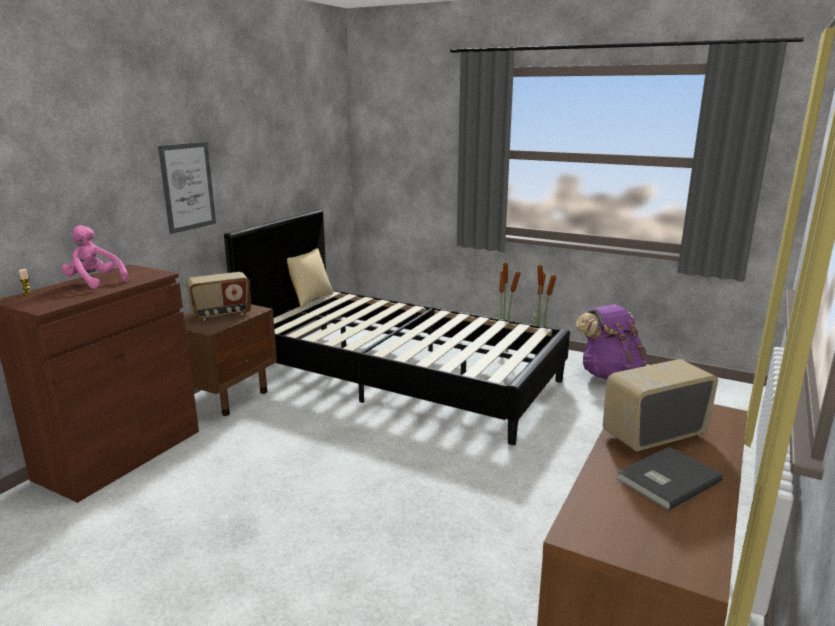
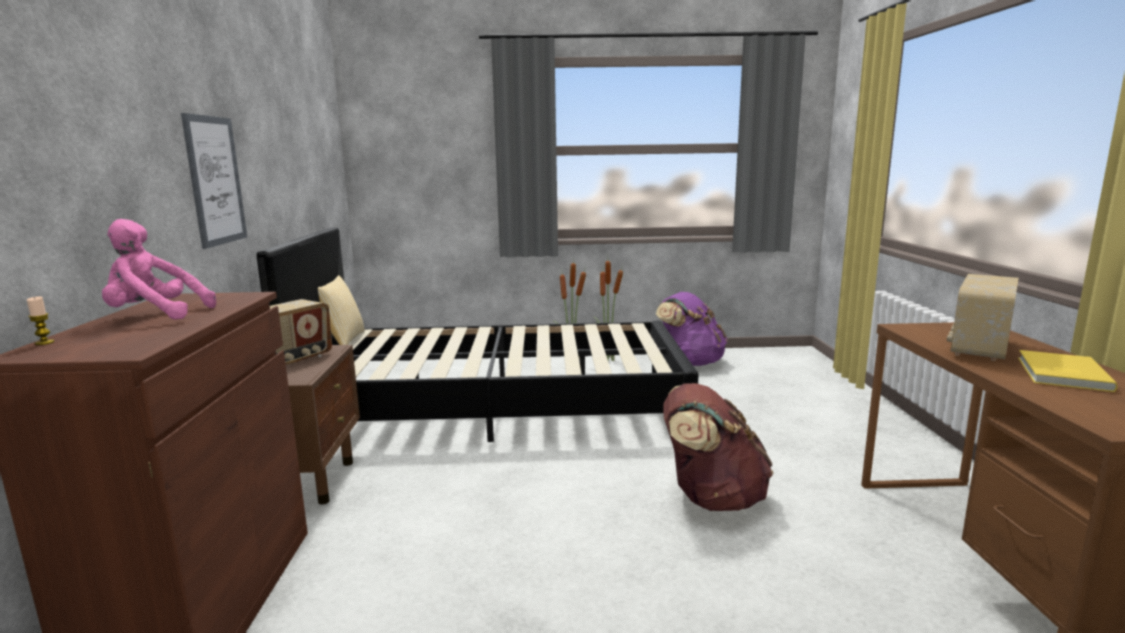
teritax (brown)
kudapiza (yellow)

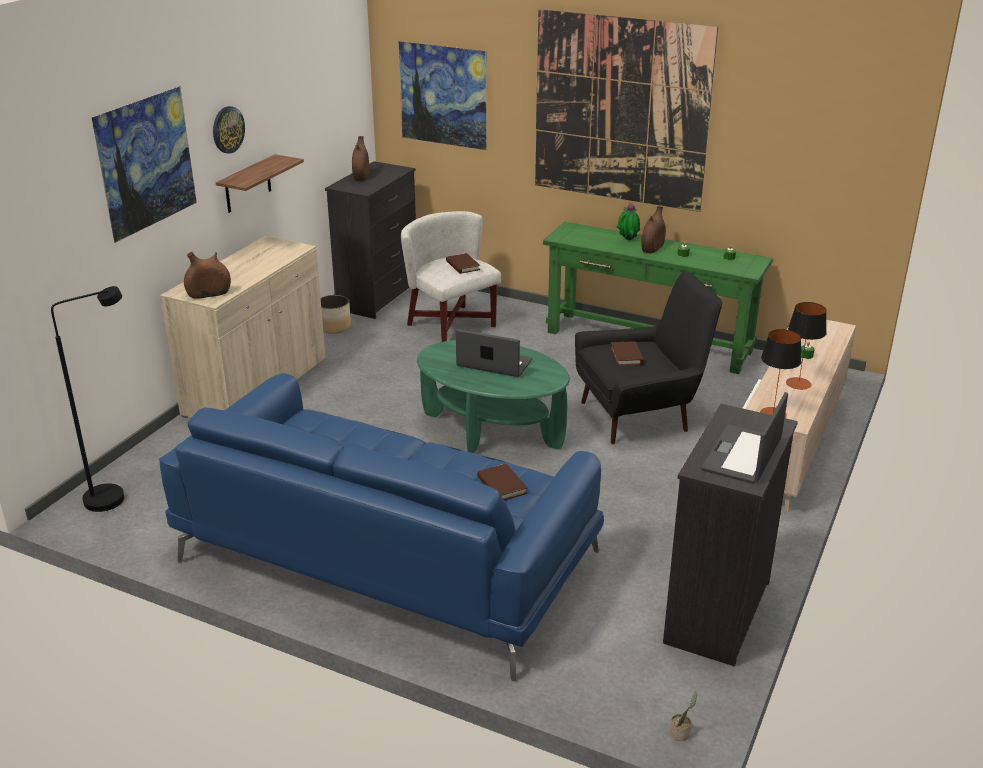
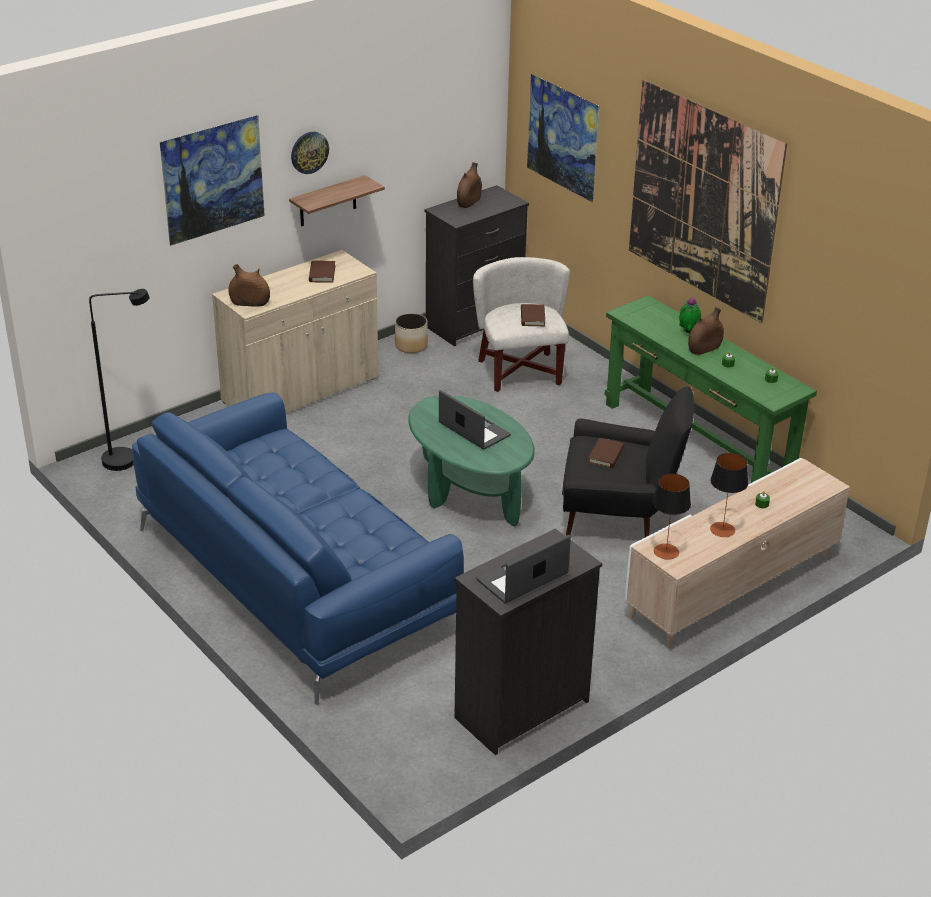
kudapiza (brown) (1st from left)
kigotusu (2nd from left in the first image)

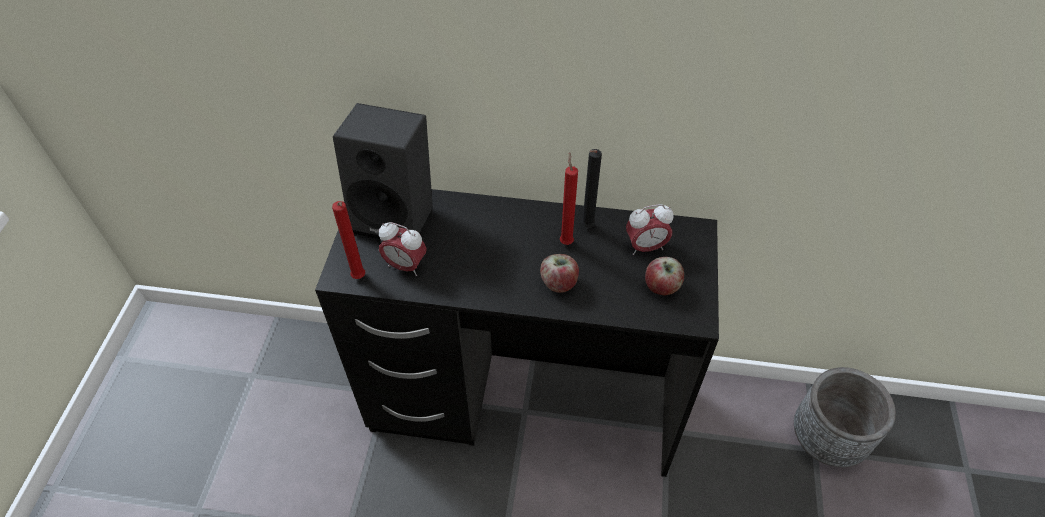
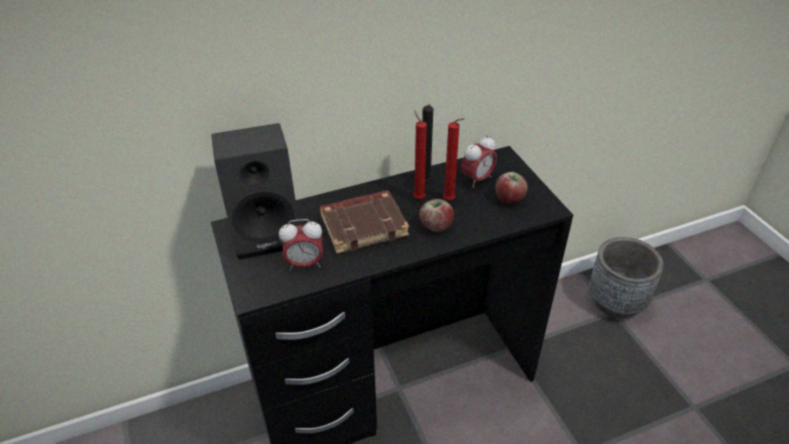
kudapiza (brown)
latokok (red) (2nd from left)

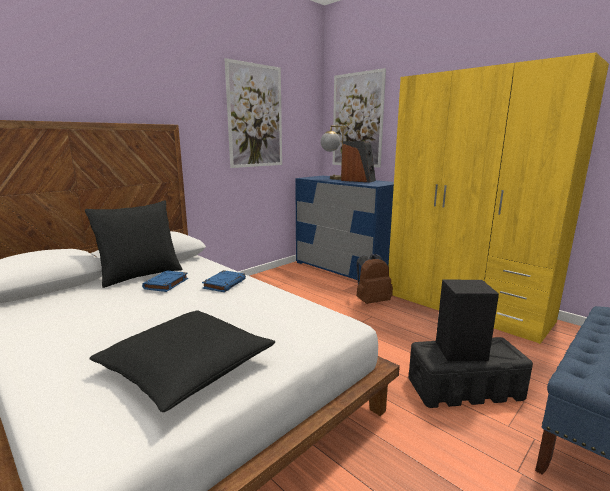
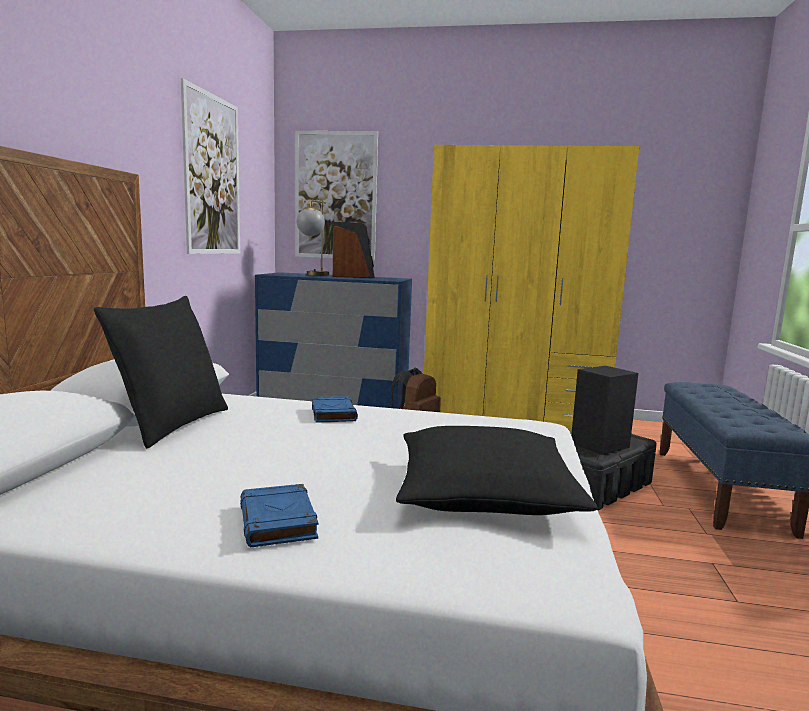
kudapiza (blue) (1st from left)

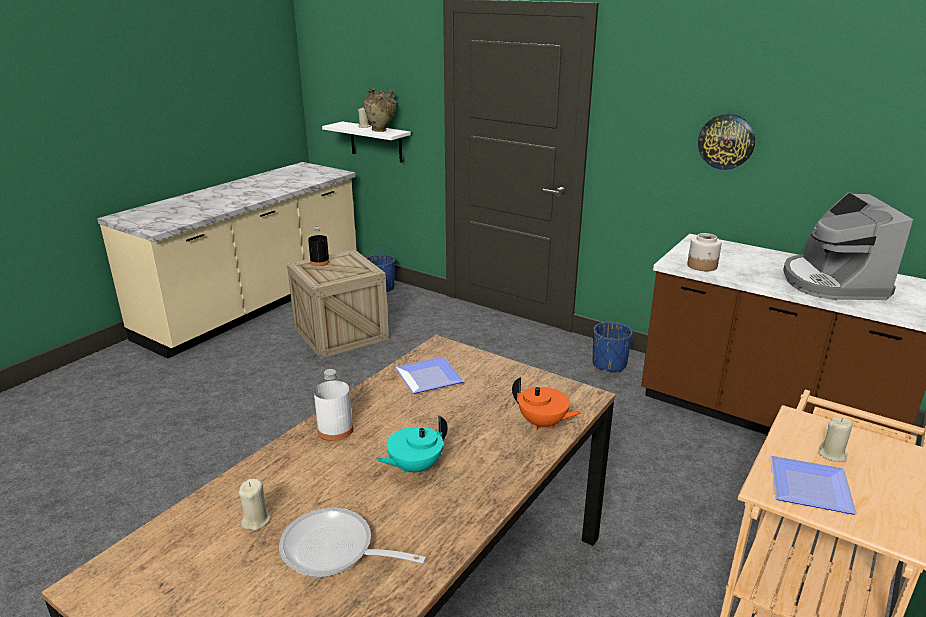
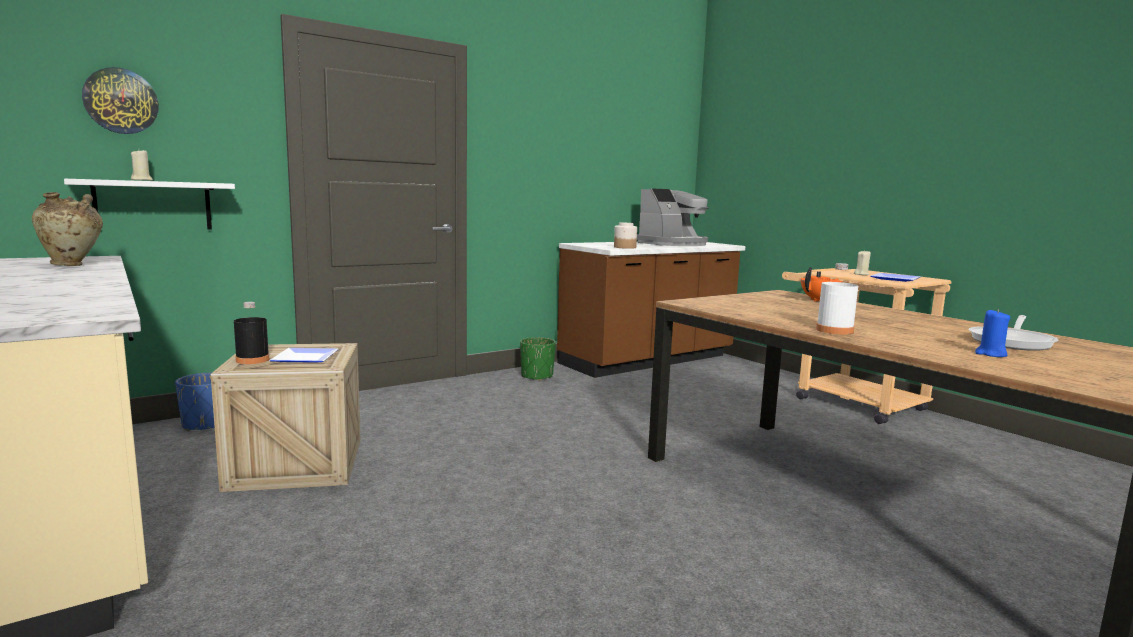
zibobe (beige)
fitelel
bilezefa (1st from left)
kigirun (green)
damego
latokok (blue)
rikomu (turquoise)

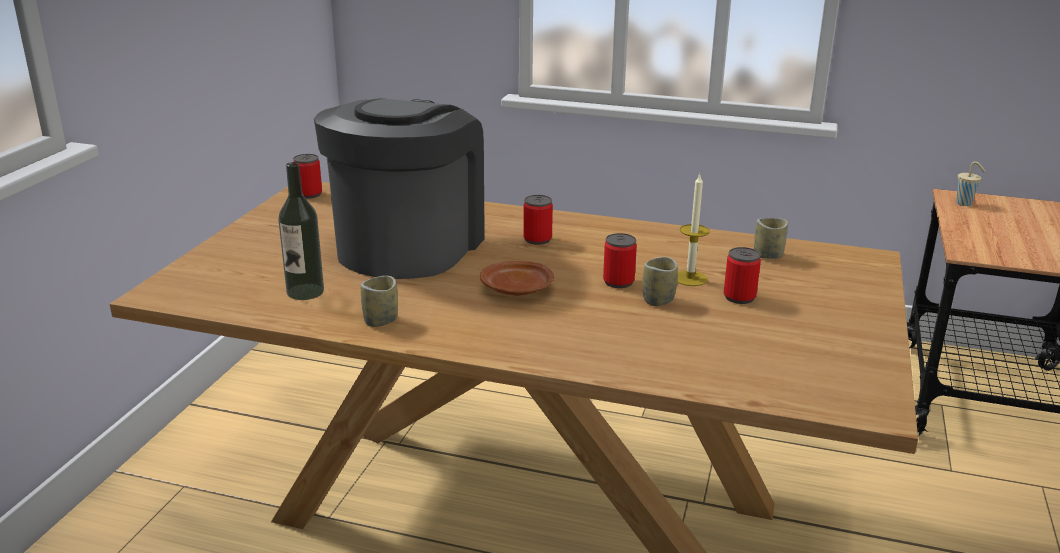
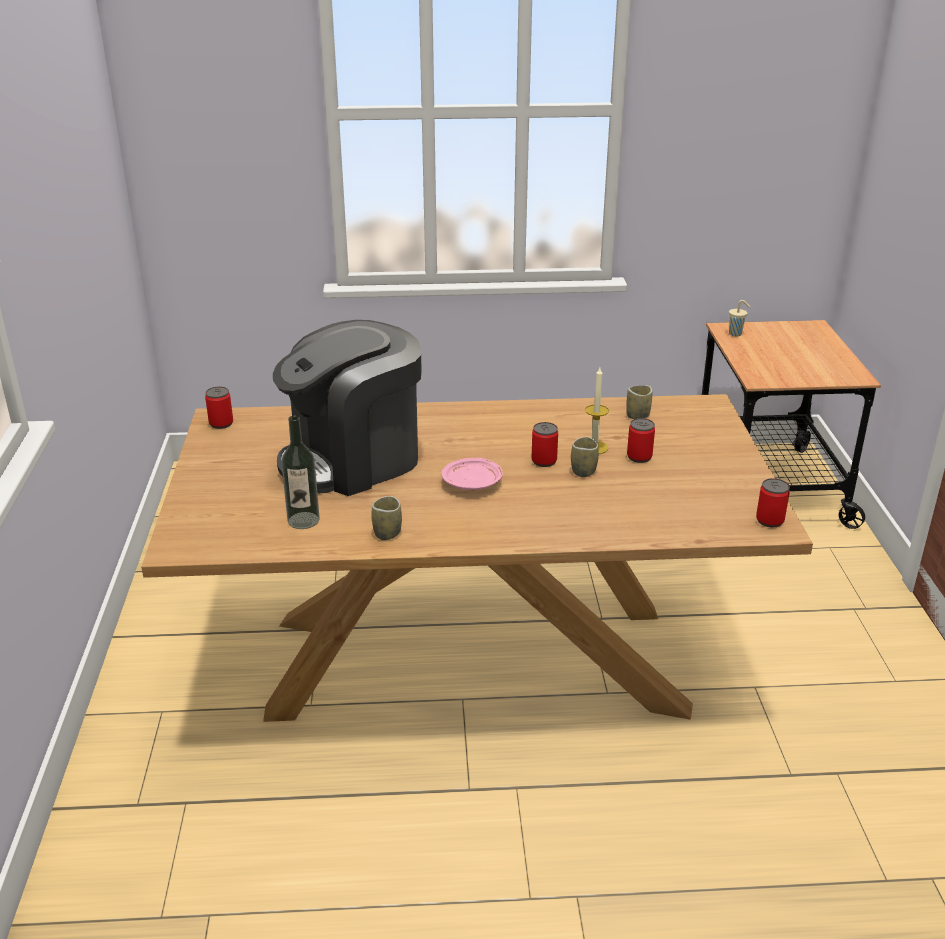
damego
bilezefa (pink)
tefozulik (4th from left)

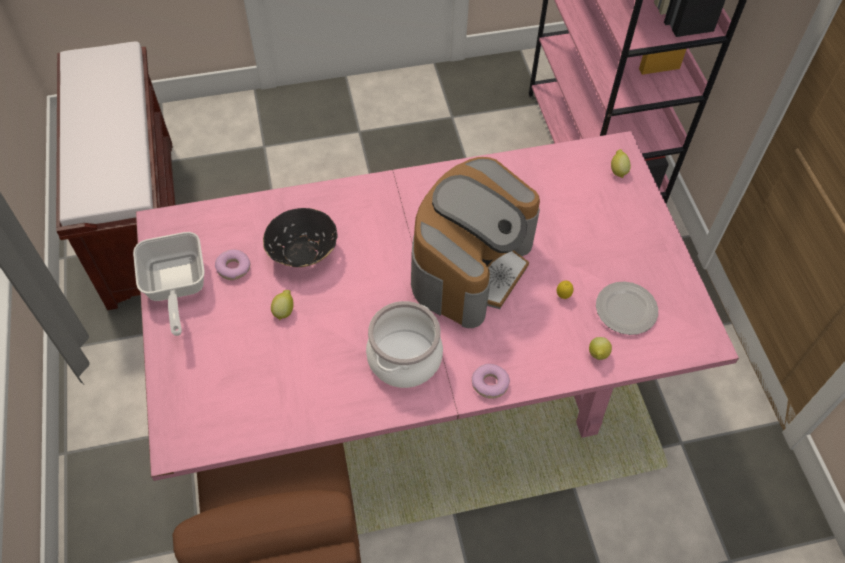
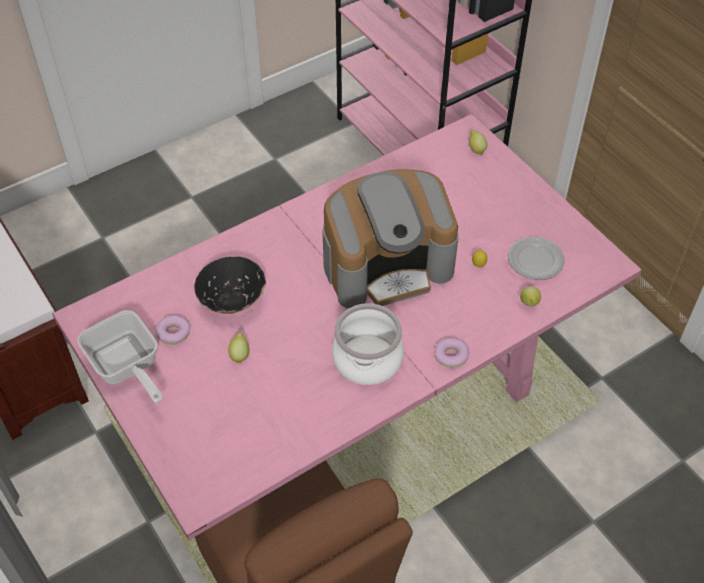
damego

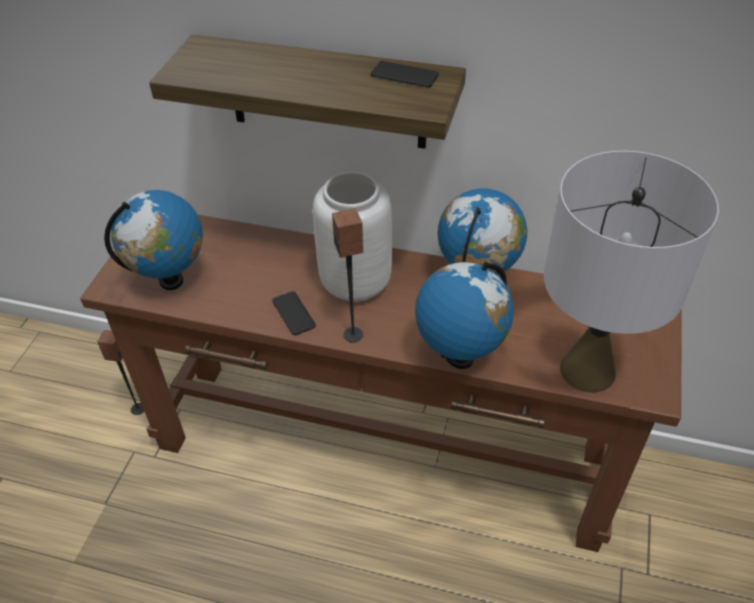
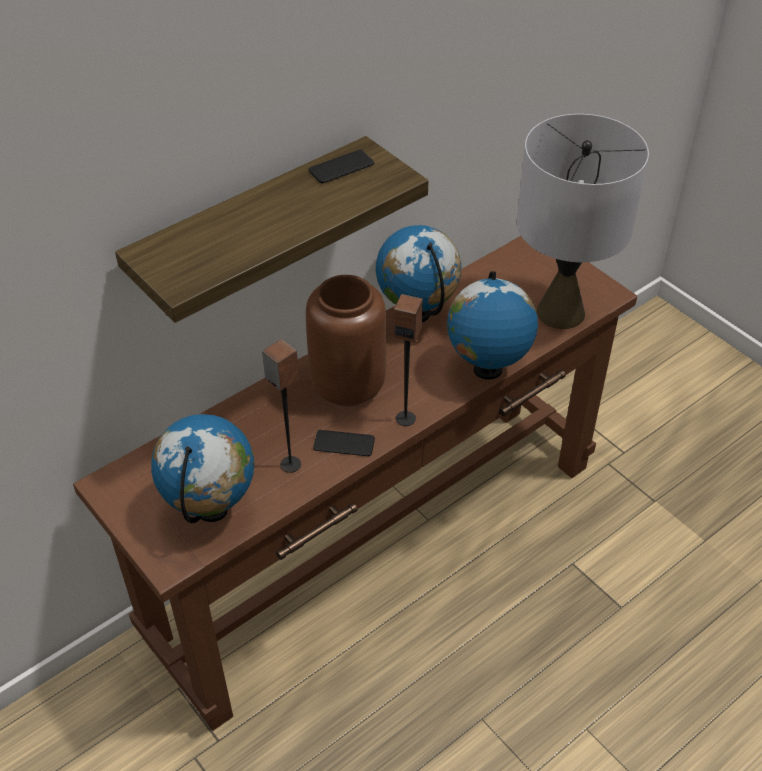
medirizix (1st from left)
zibobe (brown)

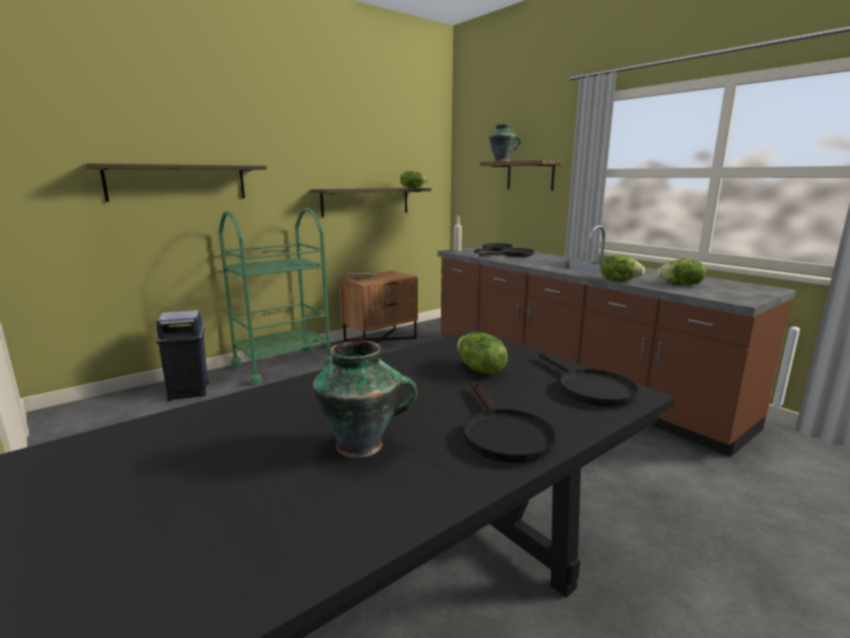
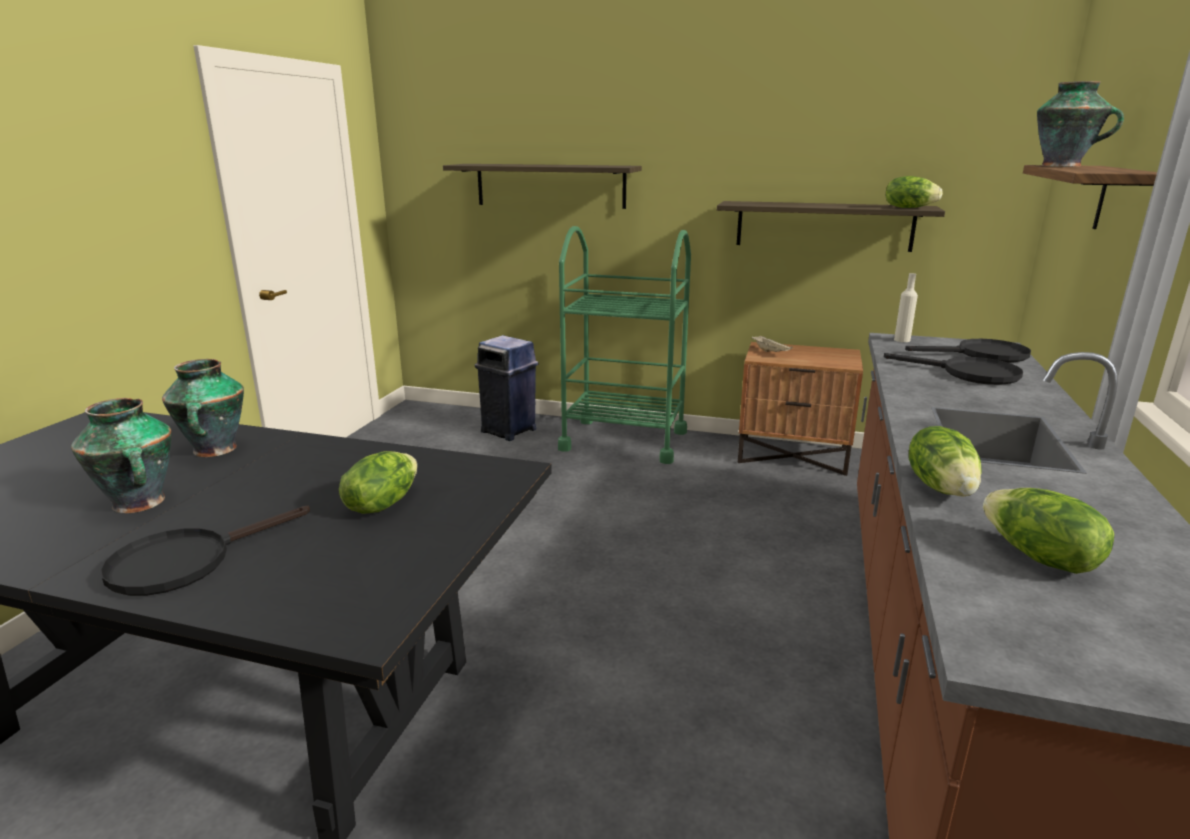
zibobe (2nd from left)
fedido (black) (4th from left in the first image)

